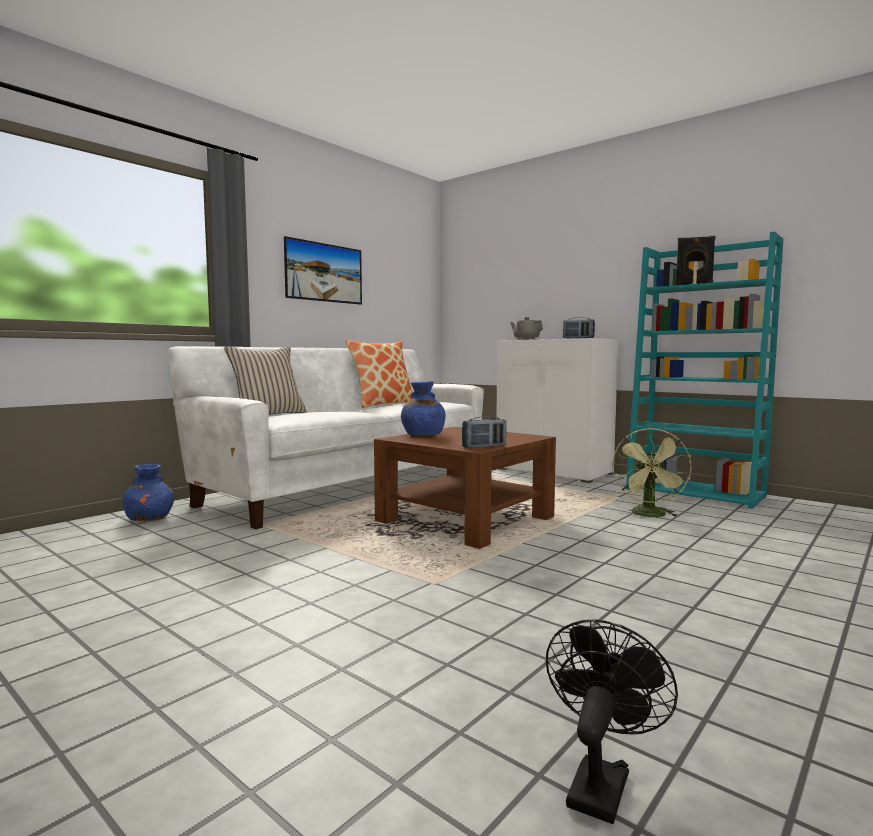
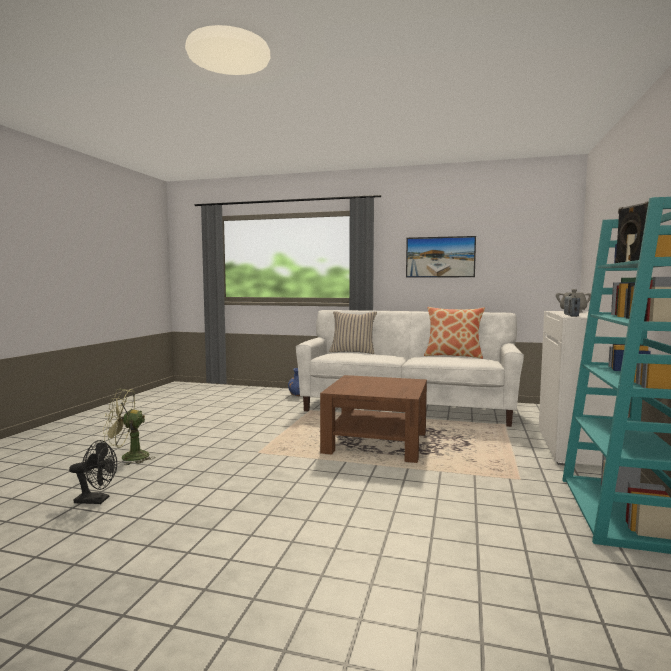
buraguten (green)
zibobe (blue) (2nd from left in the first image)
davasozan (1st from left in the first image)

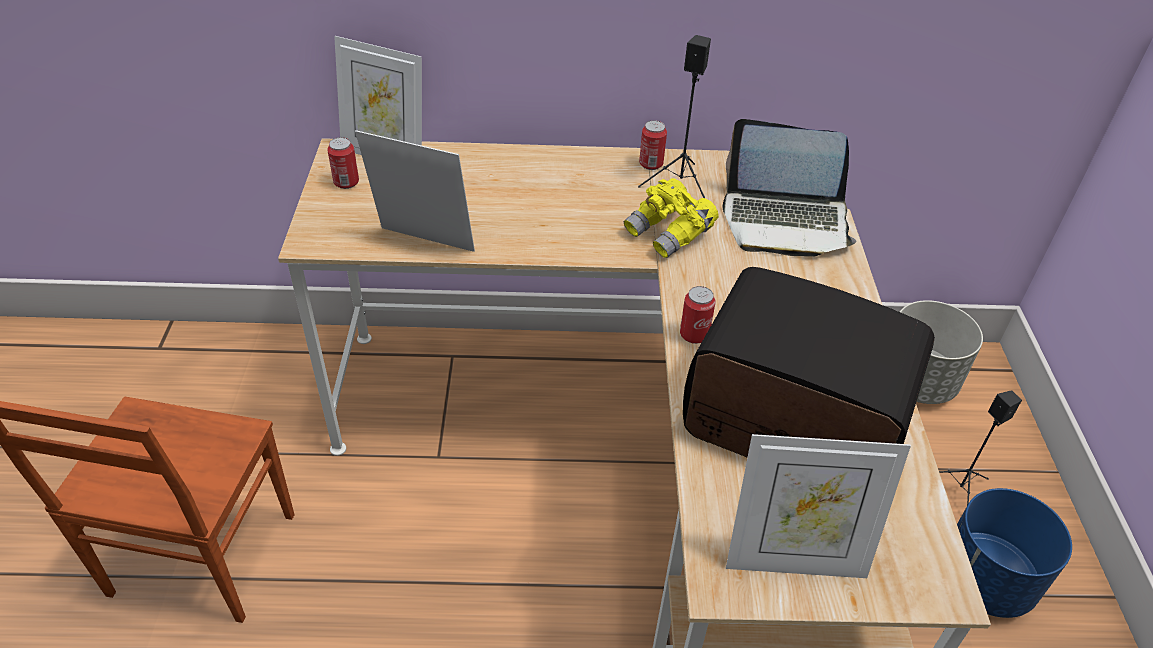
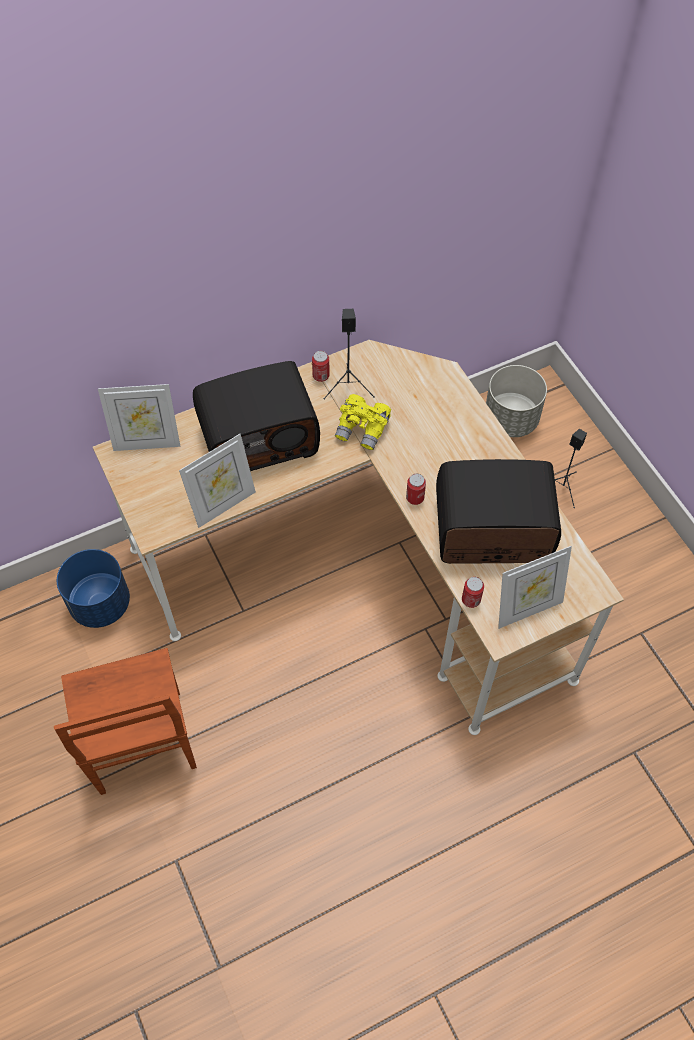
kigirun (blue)
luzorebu (2nd from left)
davasozan (1st from left)
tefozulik (3rd from left)
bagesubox

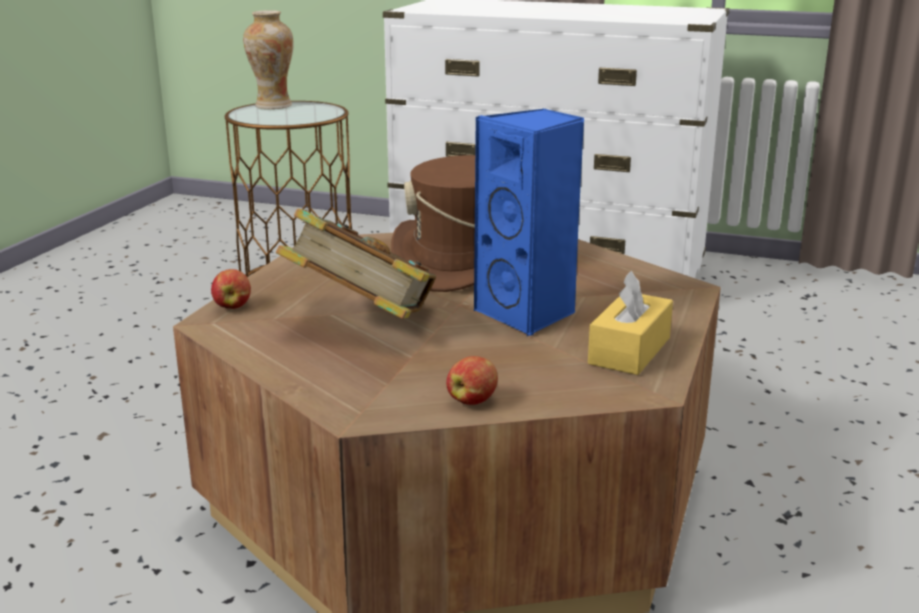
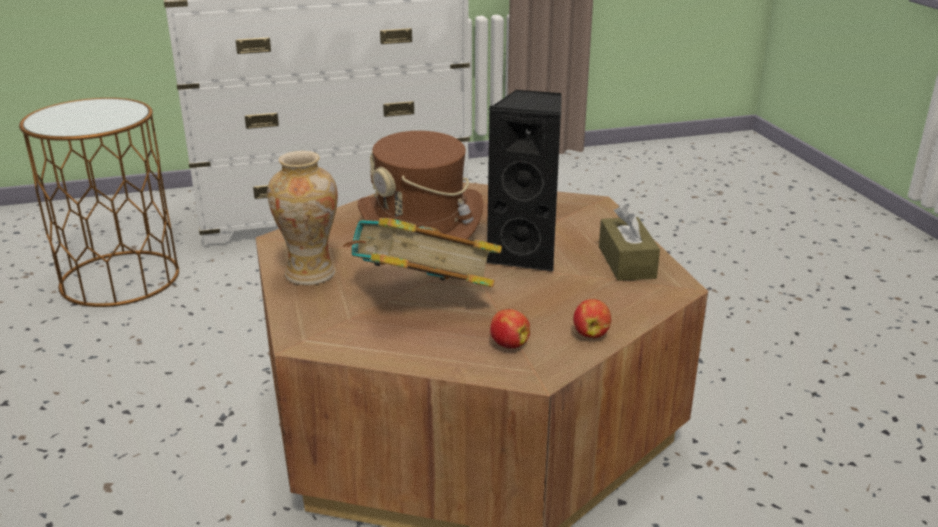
zibobe
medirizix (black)
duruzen (1st from left)
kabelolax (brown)

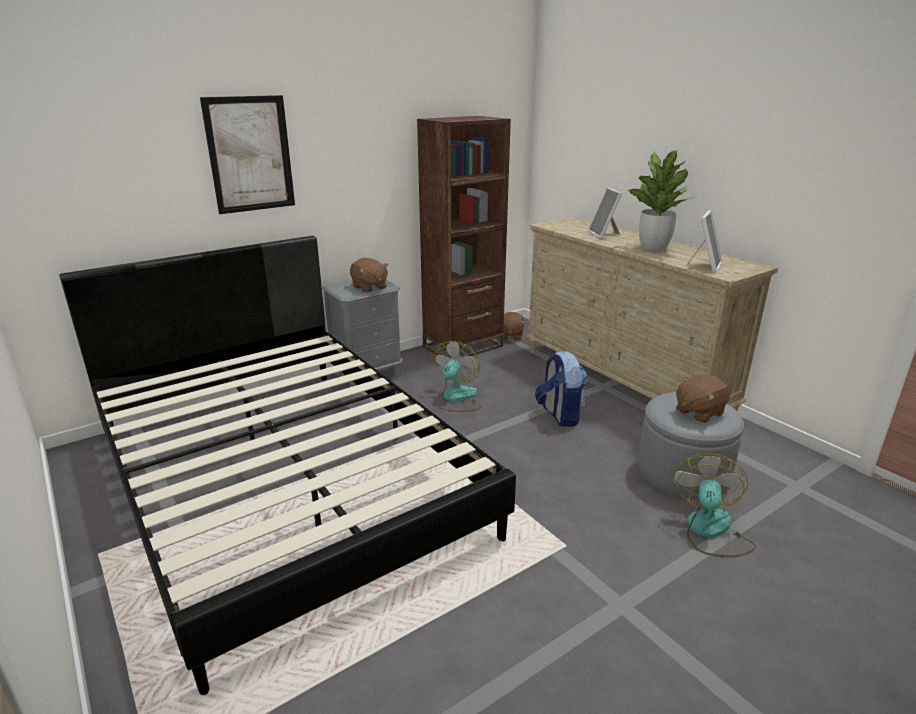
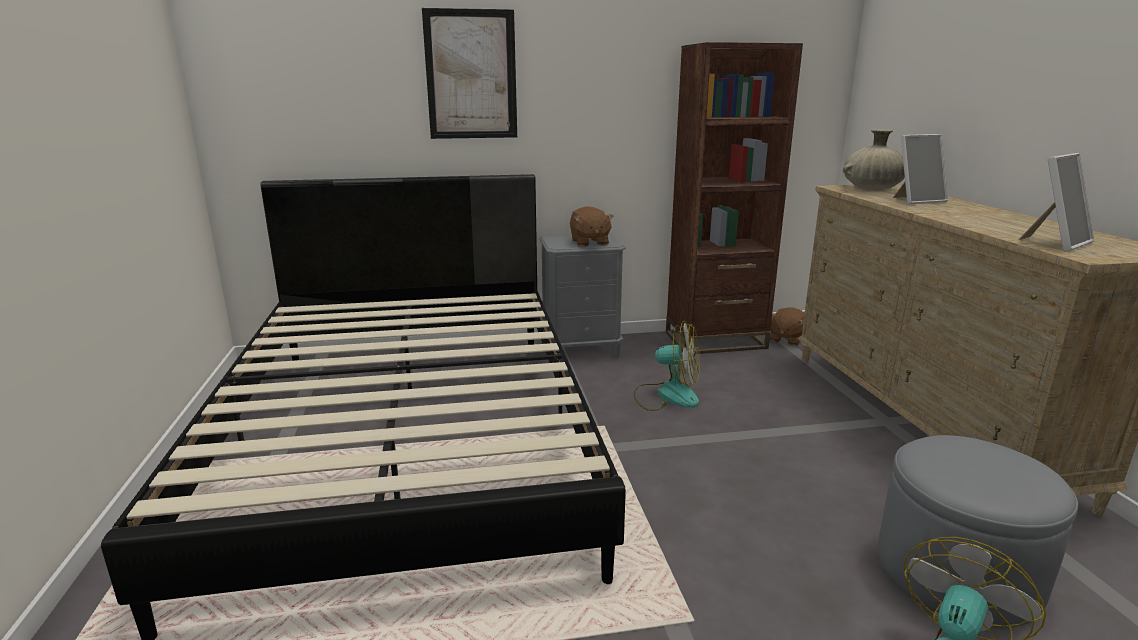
buraguten (1st from left)
zibobe (beige)
luzorebu (1st from left)
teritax
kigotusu
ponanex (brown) (3rd from left in the first image)

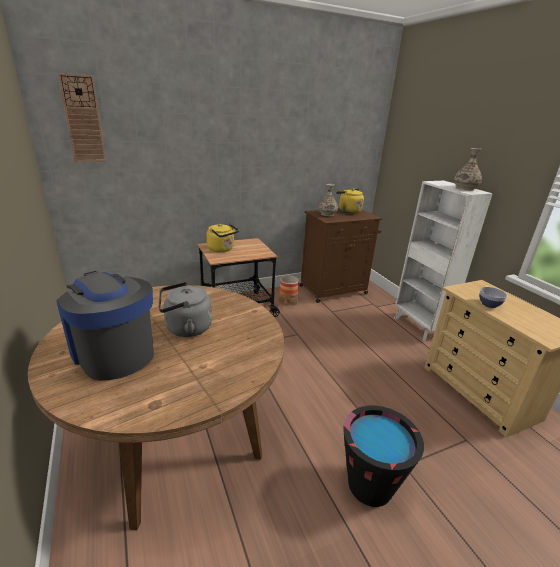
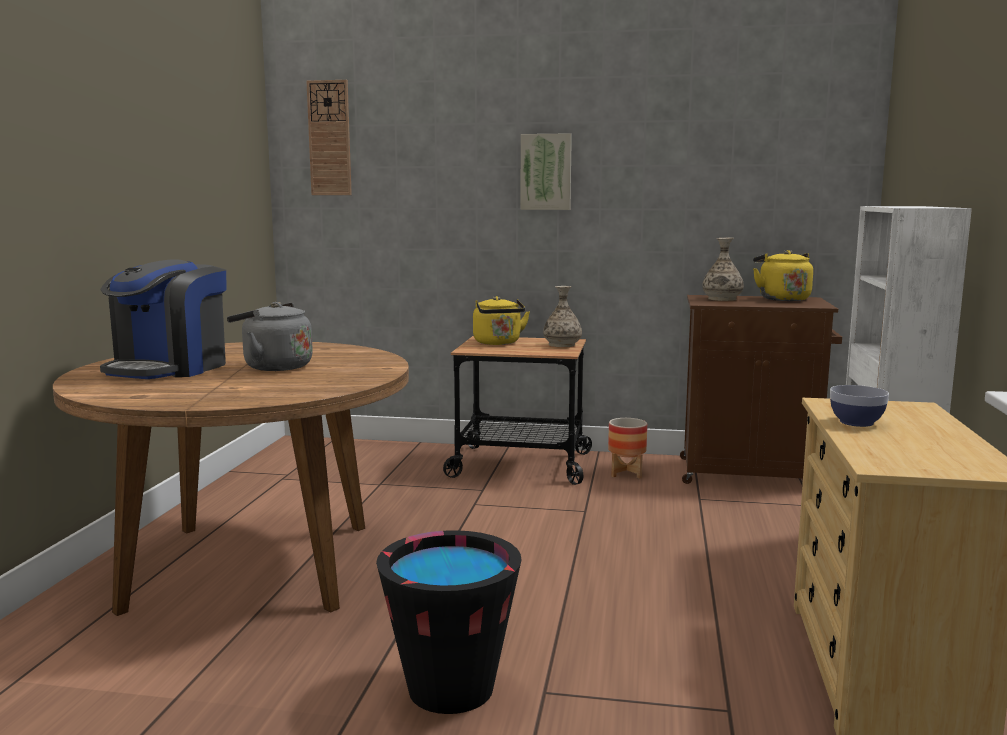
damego
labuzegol
zibobe (1st from left)

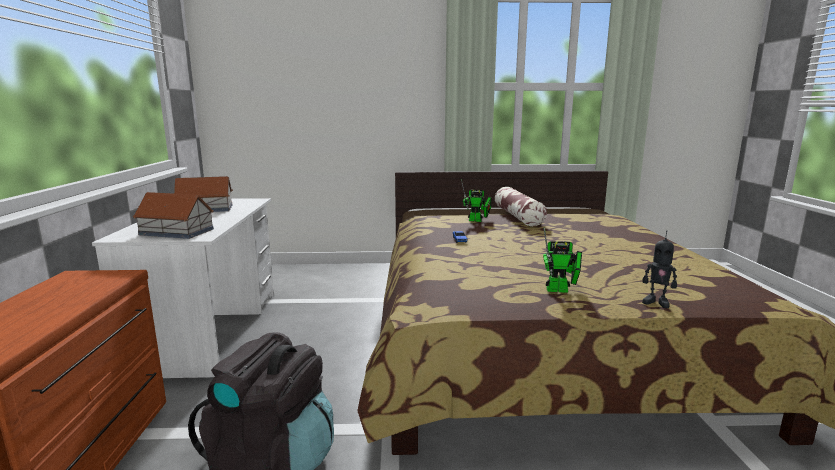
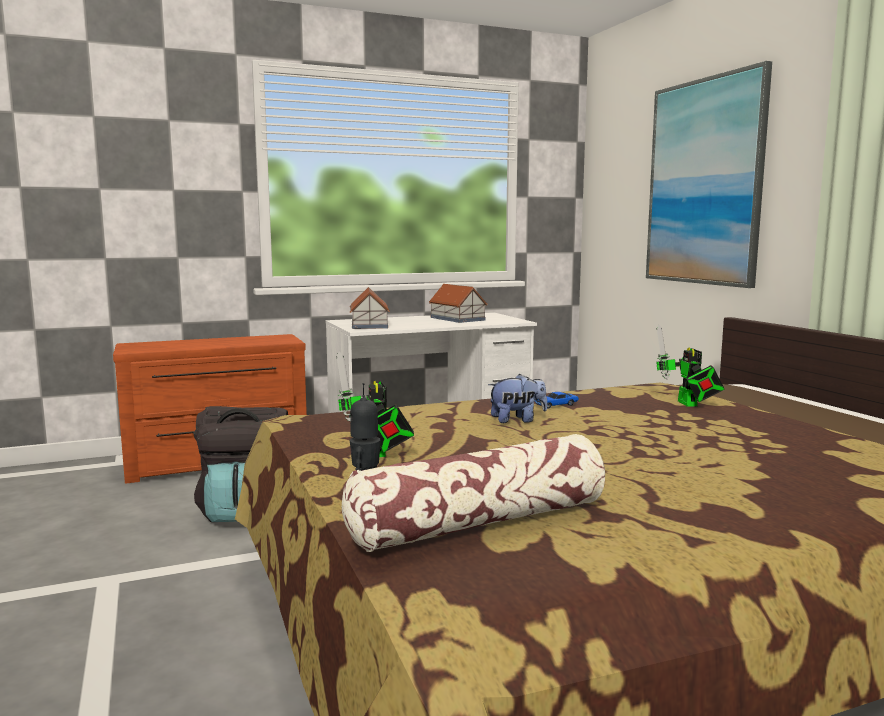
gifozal
ponanex
labuzegol

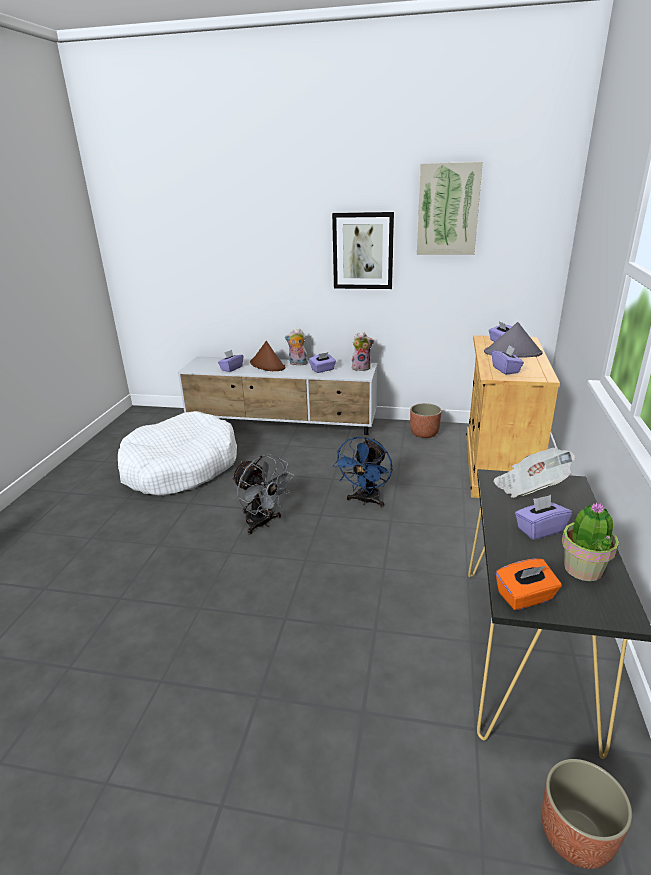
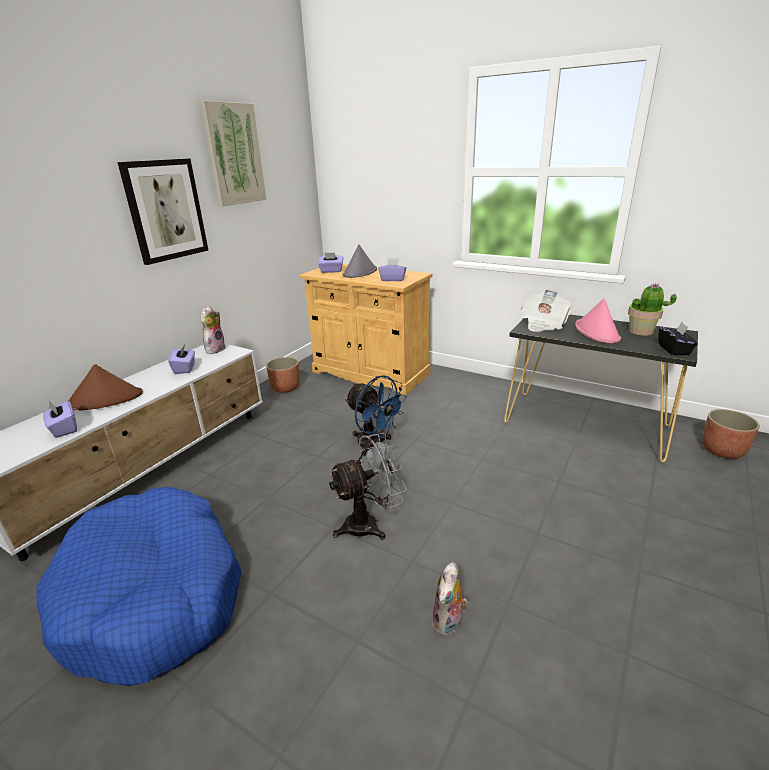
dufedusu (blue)
ponanex (2nd from left)
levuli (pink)
kabelolax (black)

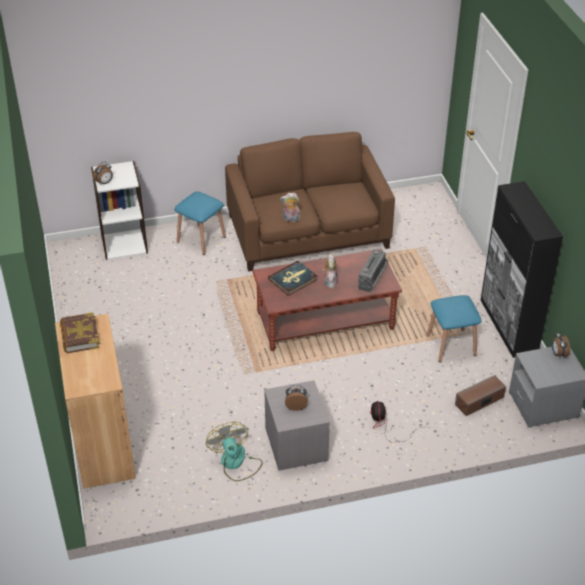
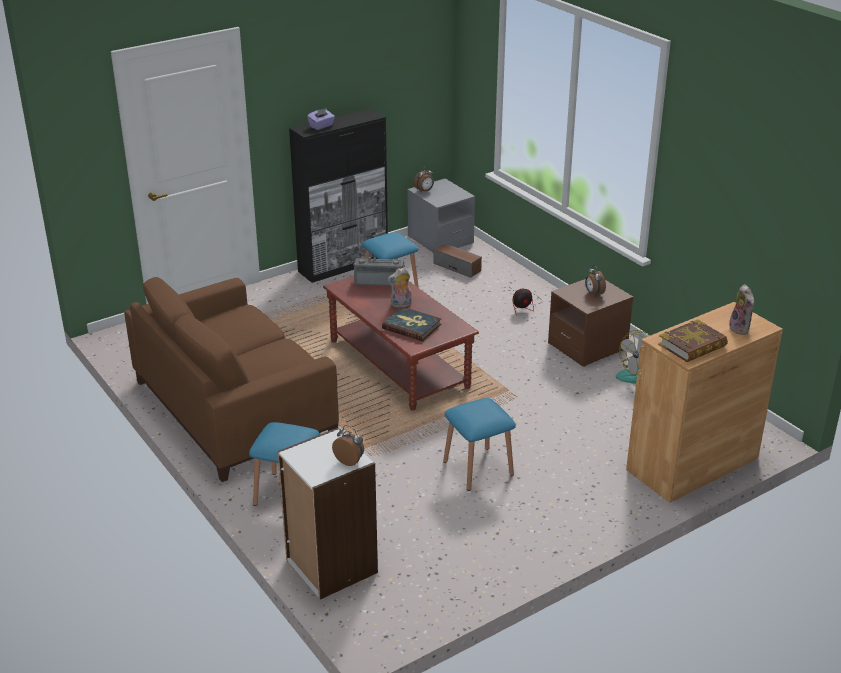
kabelolax (purple)
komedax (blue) (3rd from left)
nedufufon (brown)
ponanex (2nd from left)

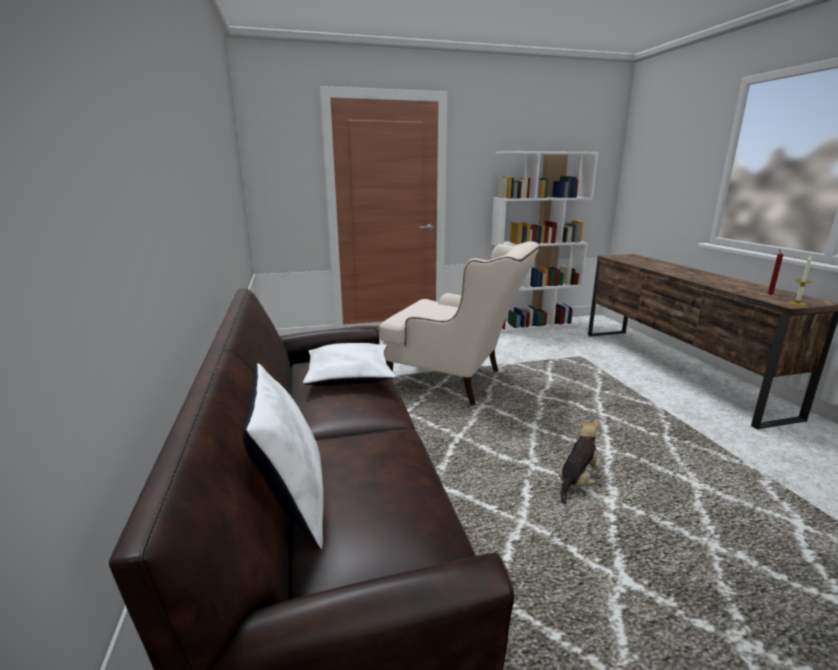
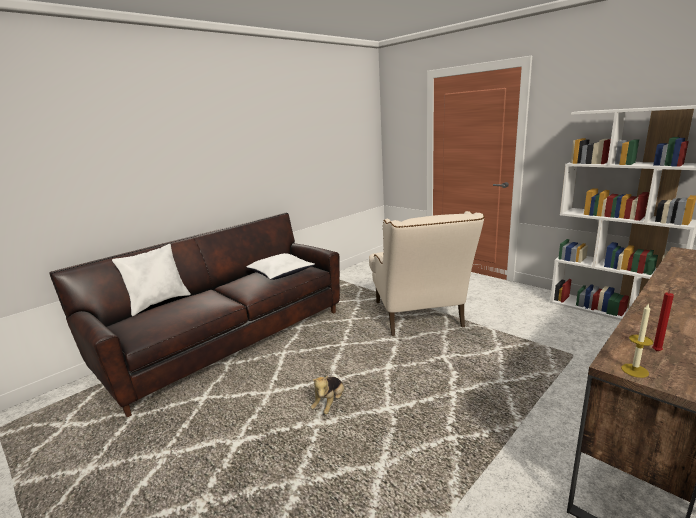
ponanex

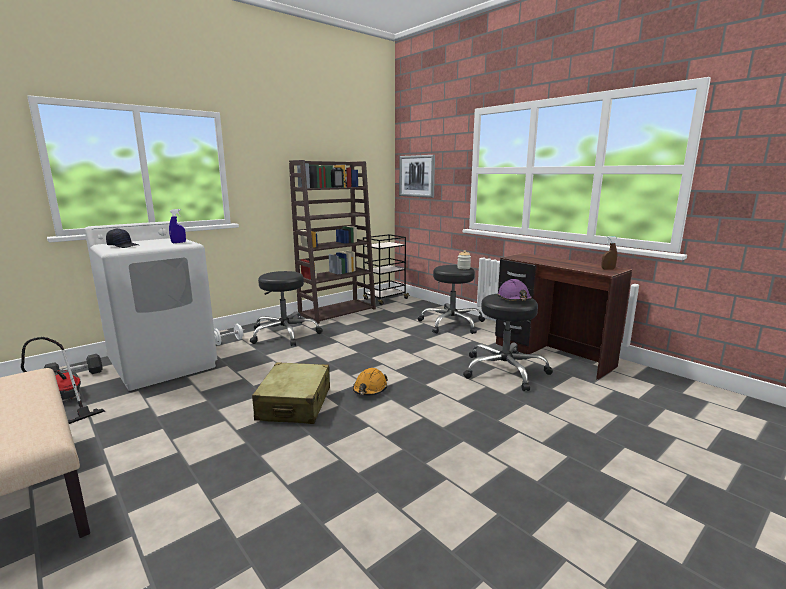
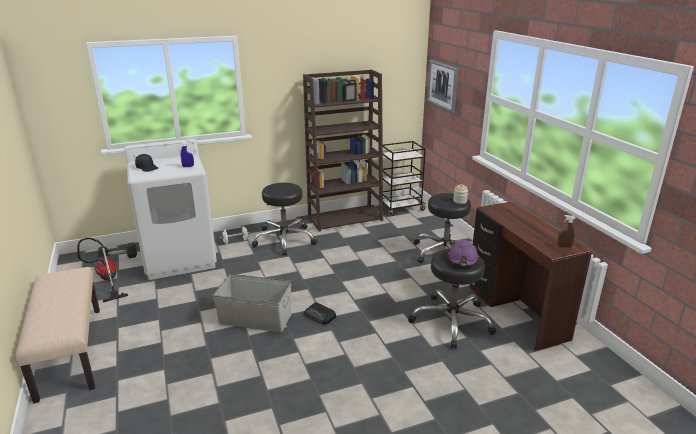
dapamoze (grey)
davasozan (1st from left)

